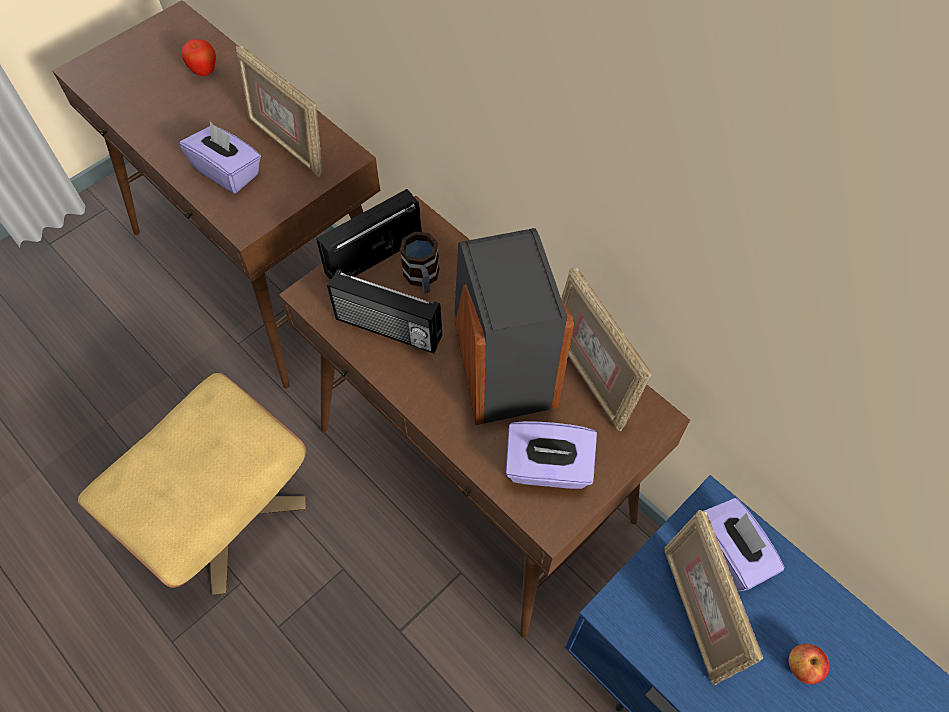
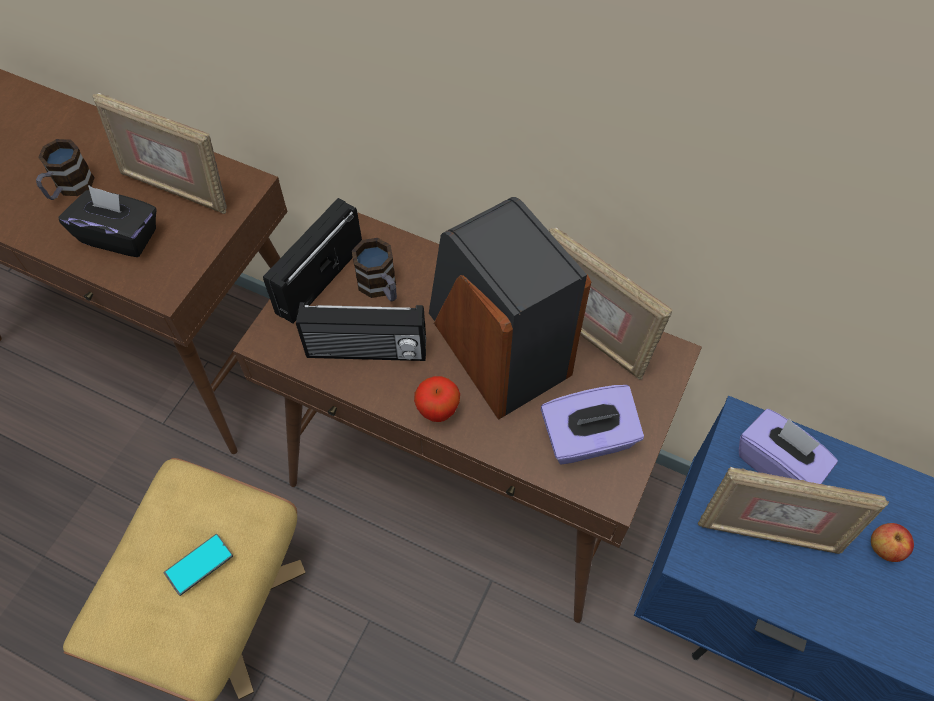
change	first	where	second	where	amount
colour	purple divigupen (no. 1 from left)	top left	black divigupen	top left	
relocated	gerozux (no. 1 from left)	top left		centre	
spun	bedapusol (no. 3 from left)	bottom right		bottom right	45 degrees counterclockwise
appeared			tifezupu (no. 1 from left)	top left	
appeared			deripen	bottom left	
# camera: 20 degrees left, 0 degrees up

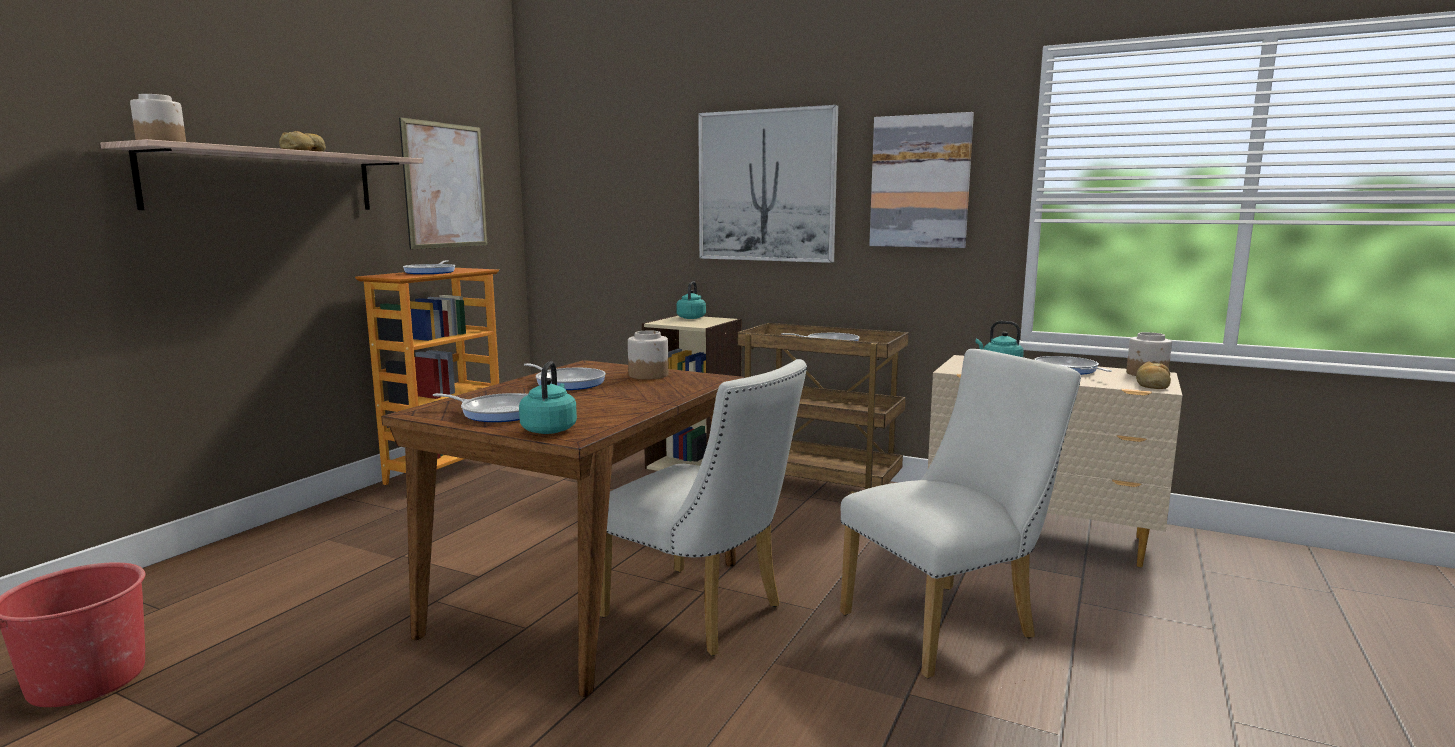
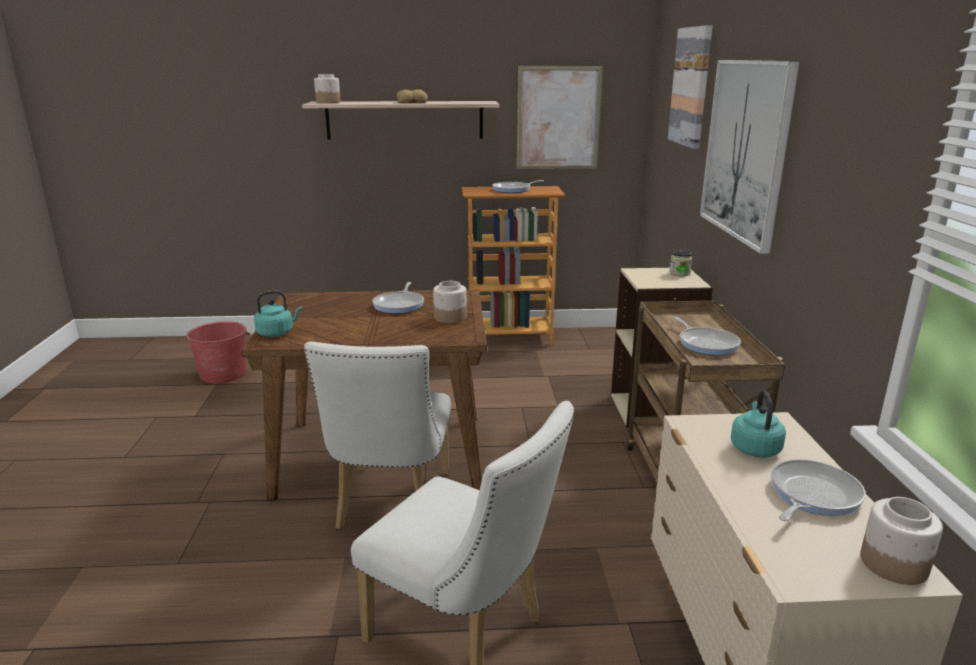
change	first	where	second	where	amount
missing	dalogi (no. 2 from left)	middle left			
exchanged	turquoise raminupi (no. 2 from left)	centre	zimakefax (no. 3 from left)	middle right	
relocated	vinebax (no. 3 from left in the first image)	top centre	vinebax (no. 2 from left)	top right	
missing	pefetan (no. 2 from left)	middle right			
# camera: 60 degrees right, 10 degrees up

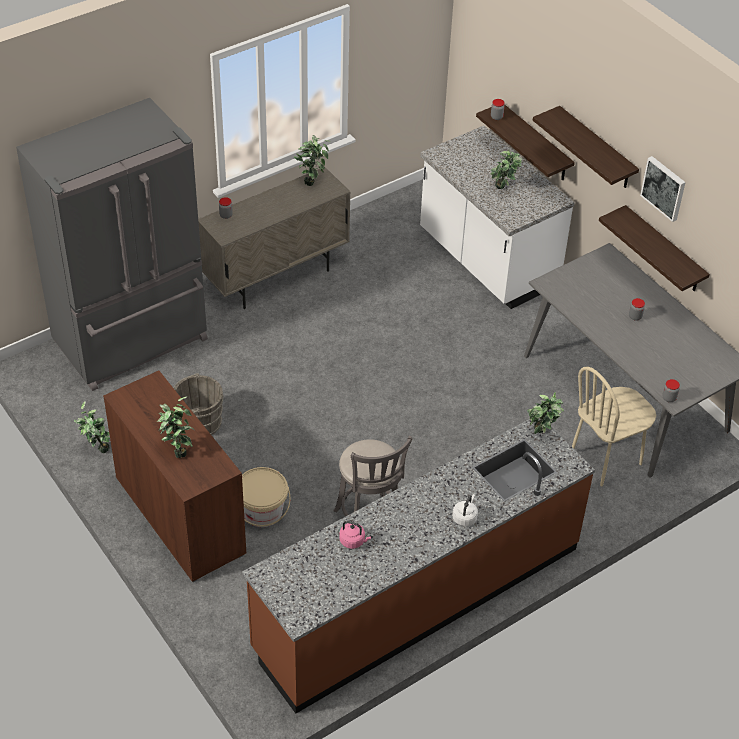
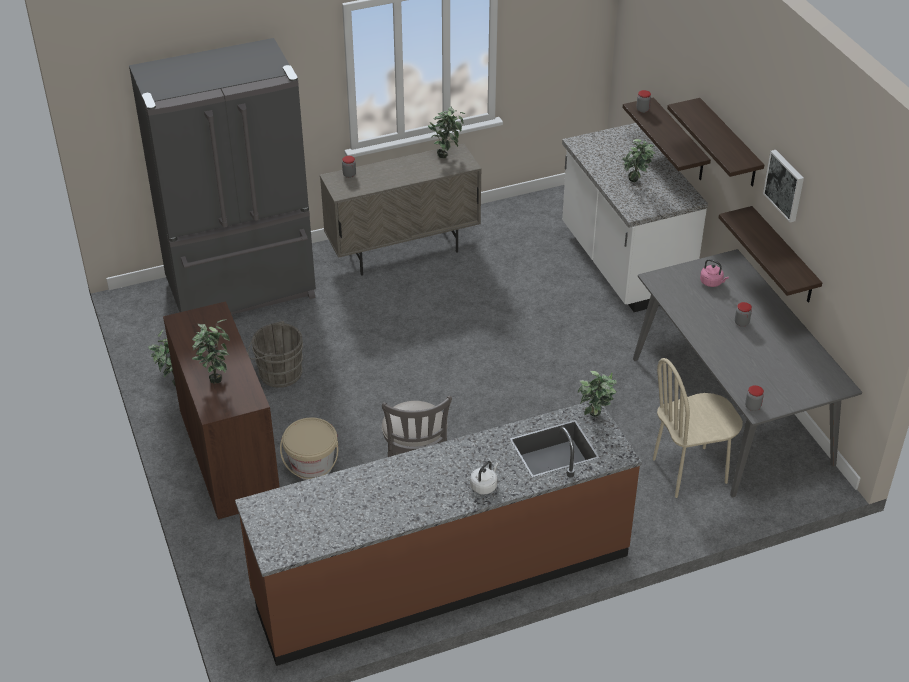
change	first	where	second	where	amount
relocated	pink raminupi	bottom centre		middle right	
# camera: 15 degrees right, 5 degrees down

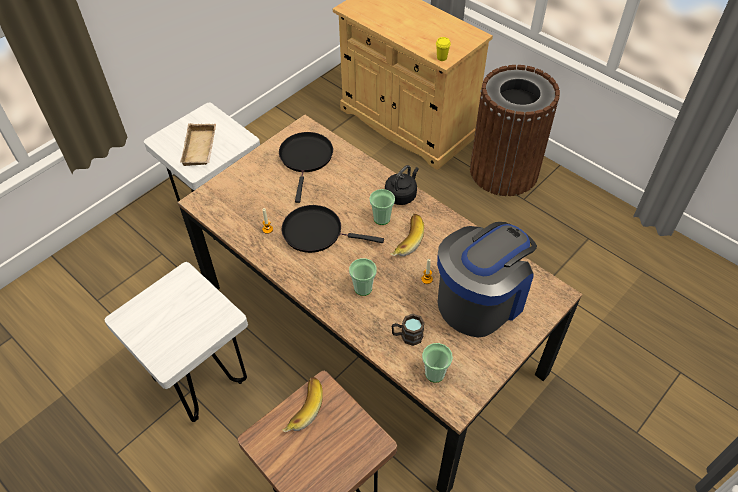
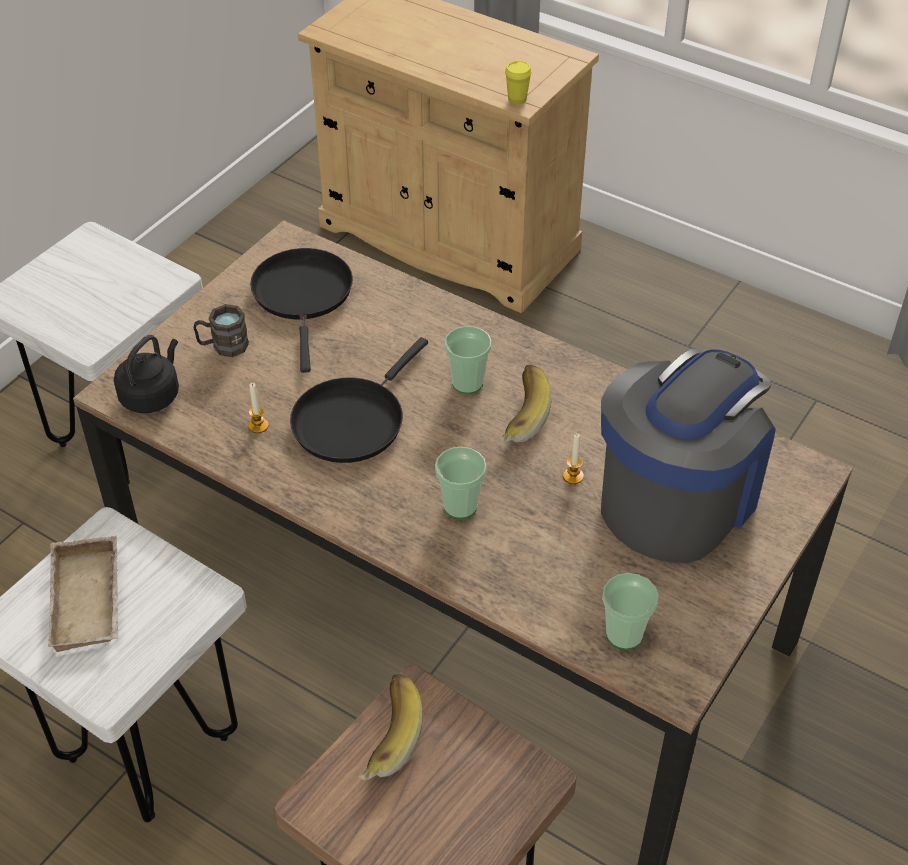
change	first	where	second	where	amount
relocated	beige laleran	top left		bottom left	
spun	black dalogi (no. 2 from left)	centre		centre	60 degrees counterclockwise
relocated	black raminupi	centre		middle left	
relocated	brown tifezupu	bottom centre		middle left	
missing	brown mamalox	top right			
# camera: 10 degrees left, 5 degrees down

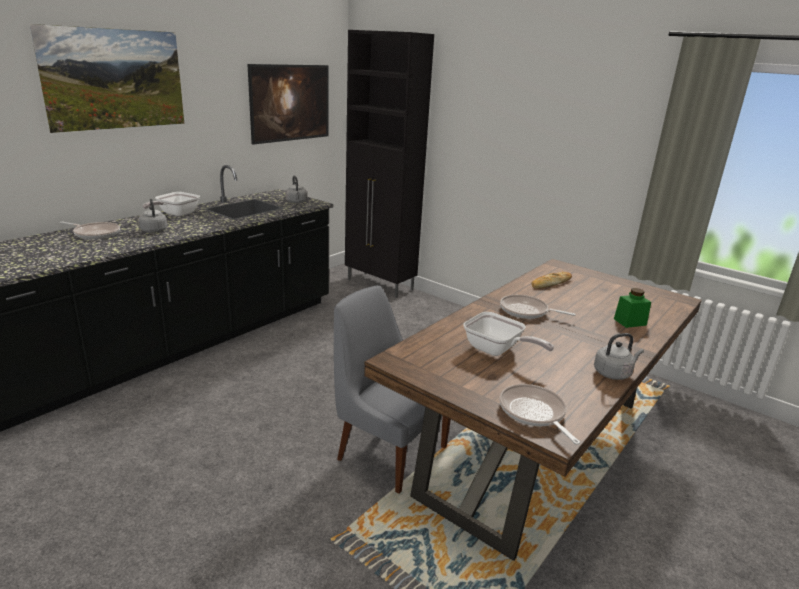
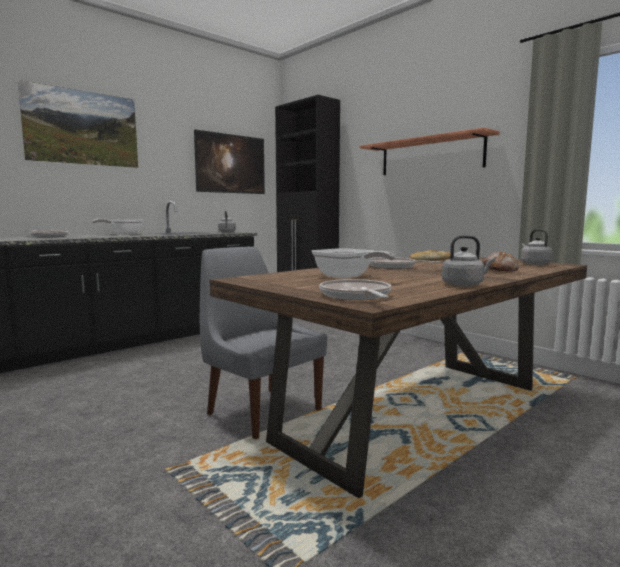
change	first	where	second	where	amount
relocated	grey raminupi (no. 1 from left in the first image)	middle left	grey raminupi (no. 3 from left)	middle right	
exchanged	green zimakefax	middle right	pefetan (no. 2 from left)	middle right	
appeared			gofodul	top right	
# camera: 10 degrees right, 15 degrees down

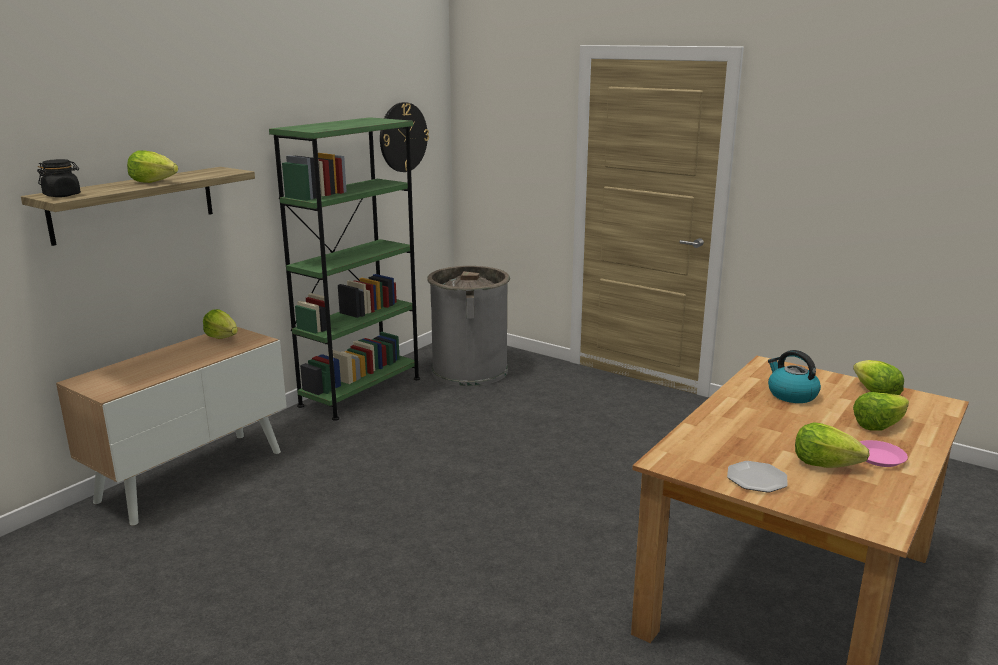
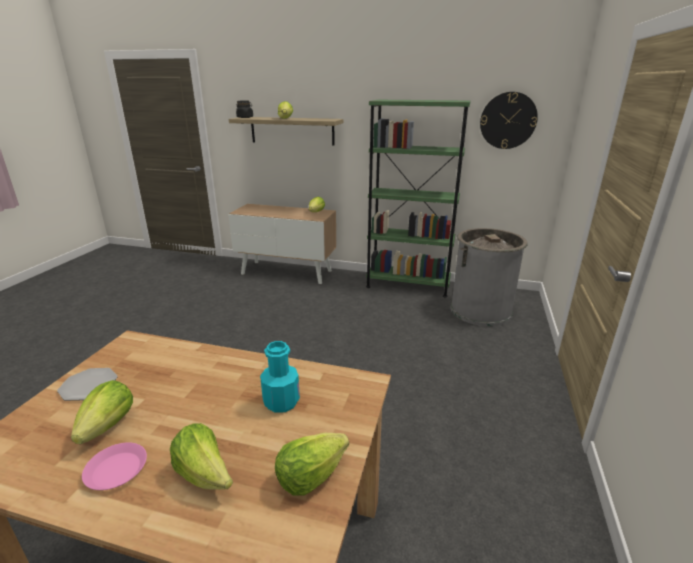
change	first	where	second	where	amount
exchanged	raminupi	middle right	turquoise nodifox	bottom centre	
# camera: 70 degrees right, 5 degrees up

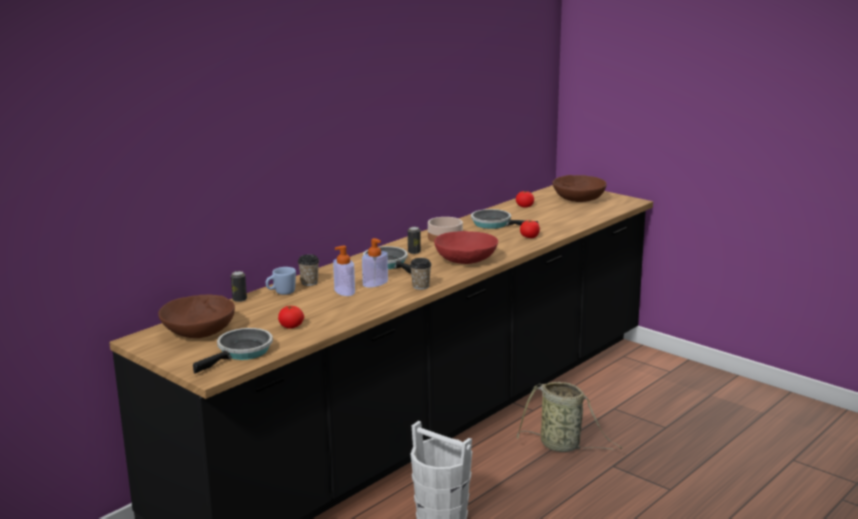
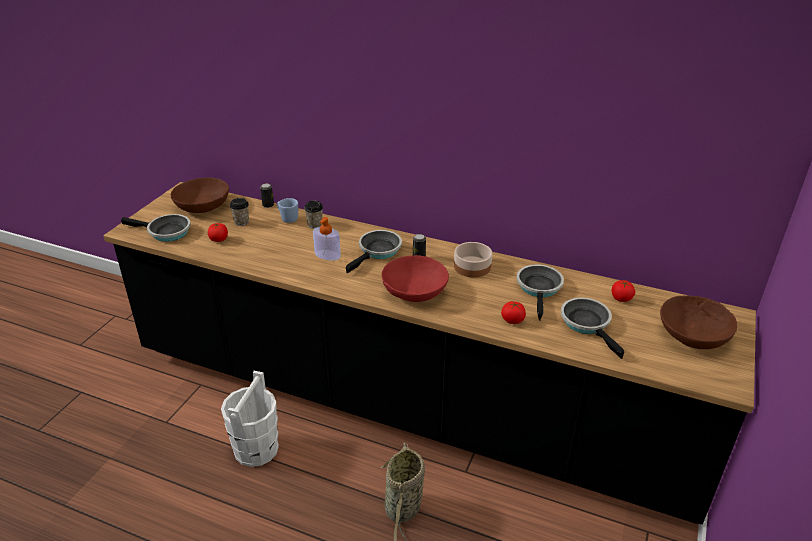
change	first	where	second	where	amount
missing	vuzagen (no. 1 from left)	centre			
relocated	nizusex (no. 2 from left in the first image)	centre	nizusex (no. 1 from left)	middle left	
appeared			dalogi (no. 4 from left)	middle right	
# camera: 70 degrees right, 15 degrees up

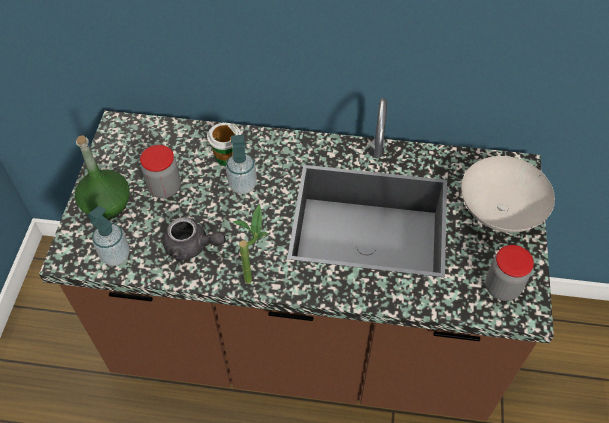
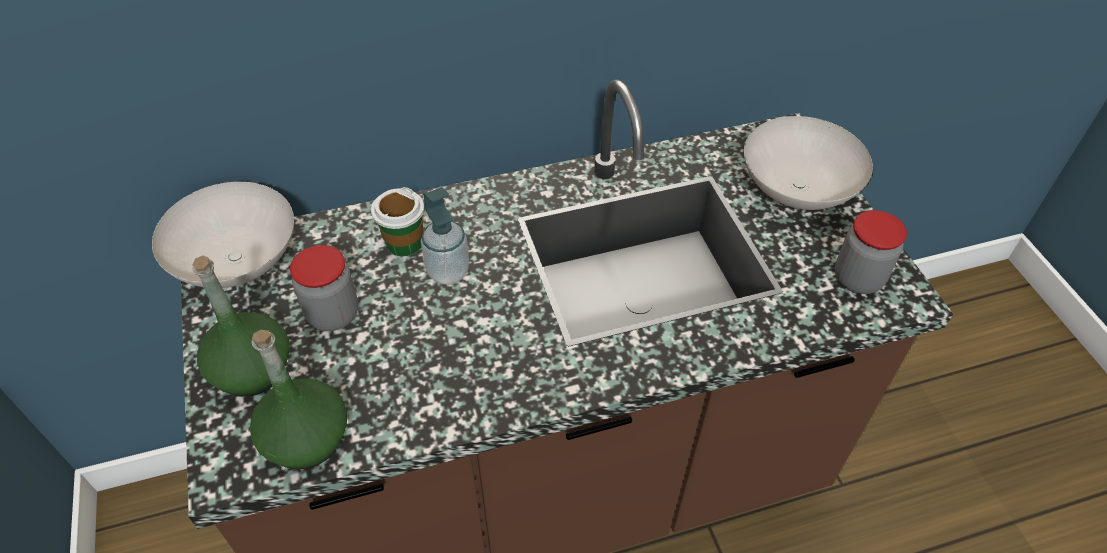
change	first	where	second	where	amount
exchanged	vuzagen (no. 1 from left)	middle left	green nodifox (no. 2 from left)	bottom left	
missing	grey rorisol	middle left			
missing	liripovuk	centre			
appeared			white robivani (no. 1 from left)	middle left	
# camera: 25 degrees left, 5 degrees down

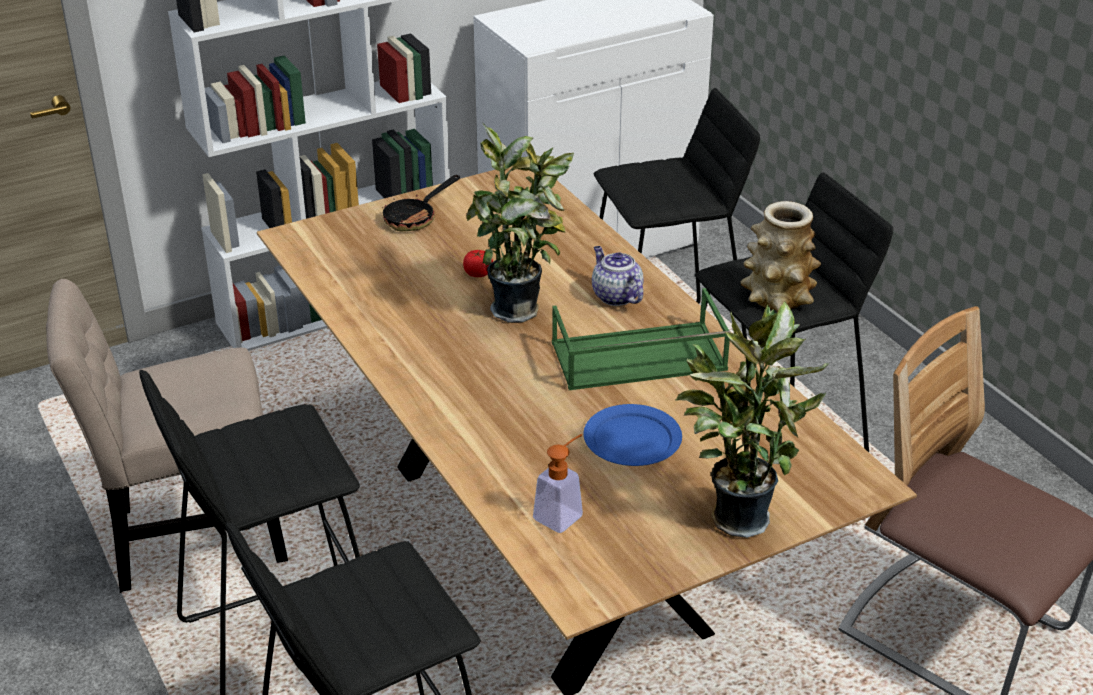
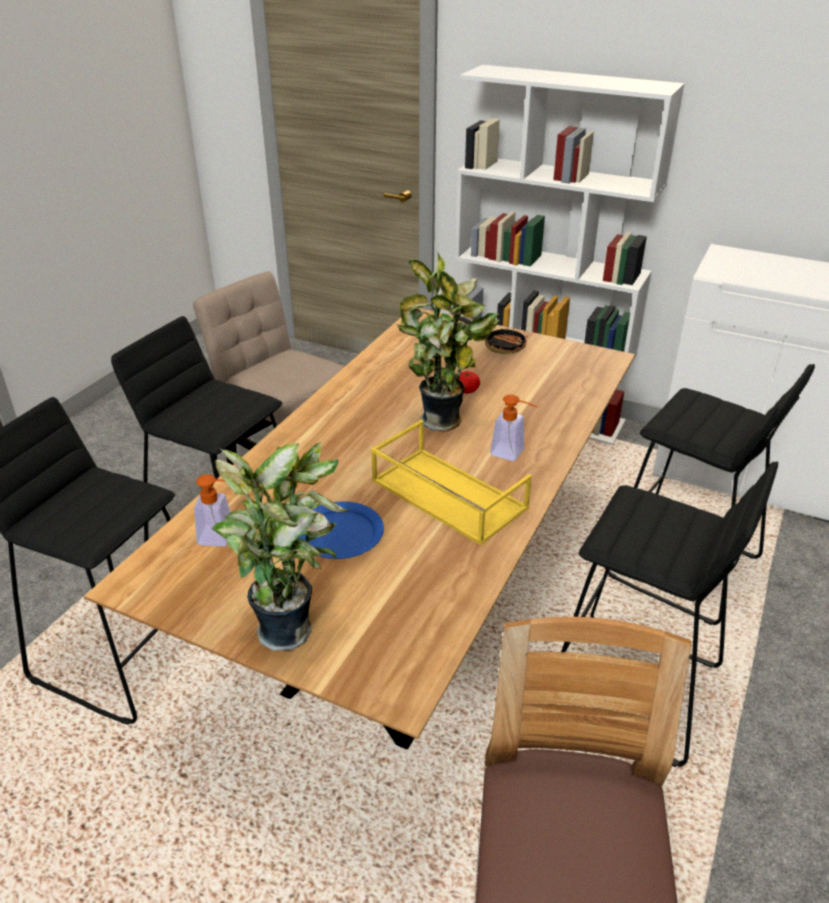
change	first	where	second	where	amount
spun	dalogi	top centre		centre	150 degrees counterclockwise
colour	green laleran	centre	yellow laleran	centre	
exchanged	rorisol	centre	vuzagen (no. 2 from left)	centre	
missing	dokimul	middle right			
# camera: 55 degrees right, 0 degrees up

